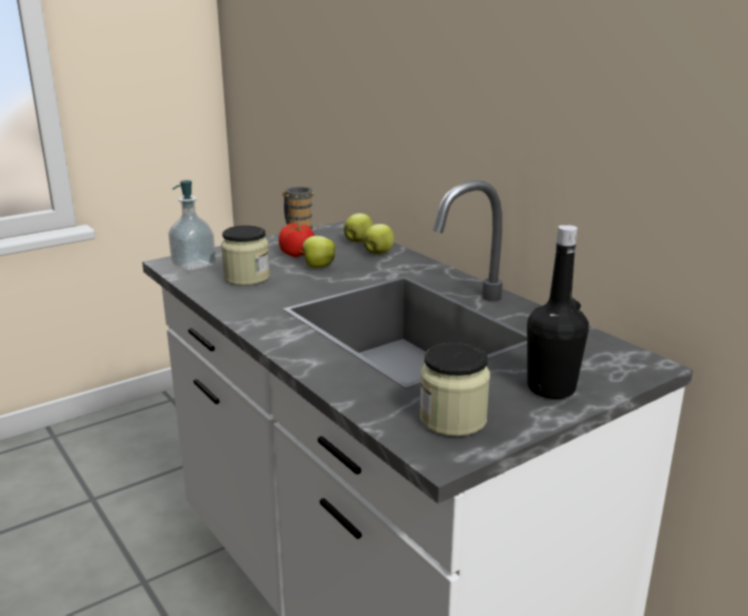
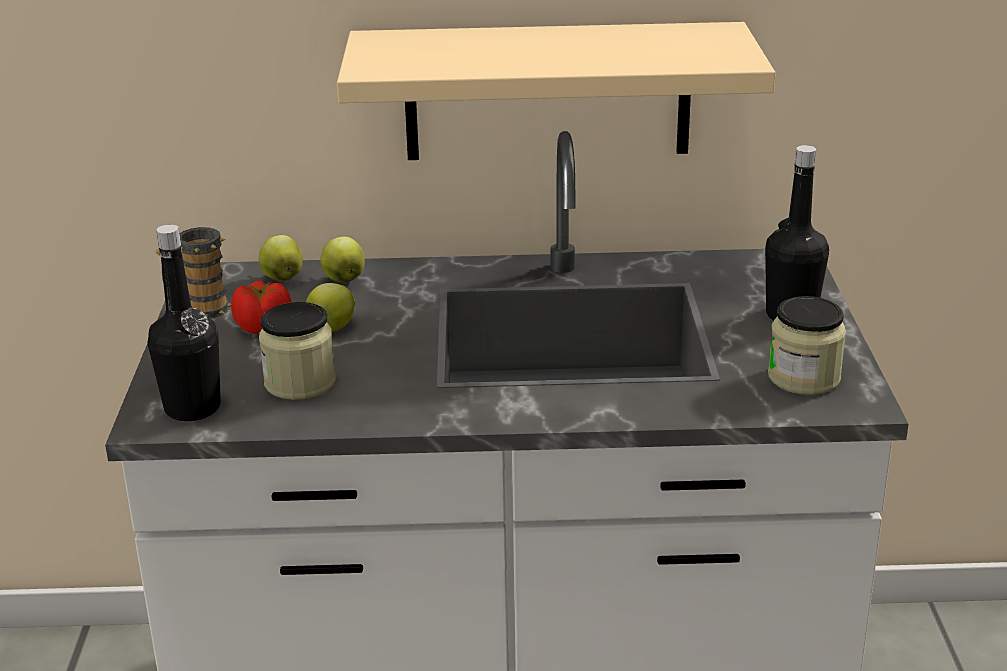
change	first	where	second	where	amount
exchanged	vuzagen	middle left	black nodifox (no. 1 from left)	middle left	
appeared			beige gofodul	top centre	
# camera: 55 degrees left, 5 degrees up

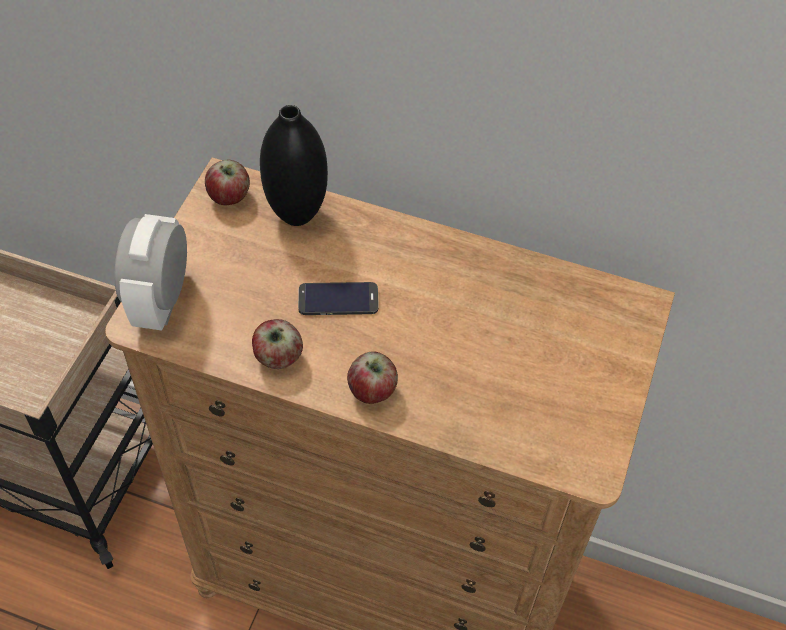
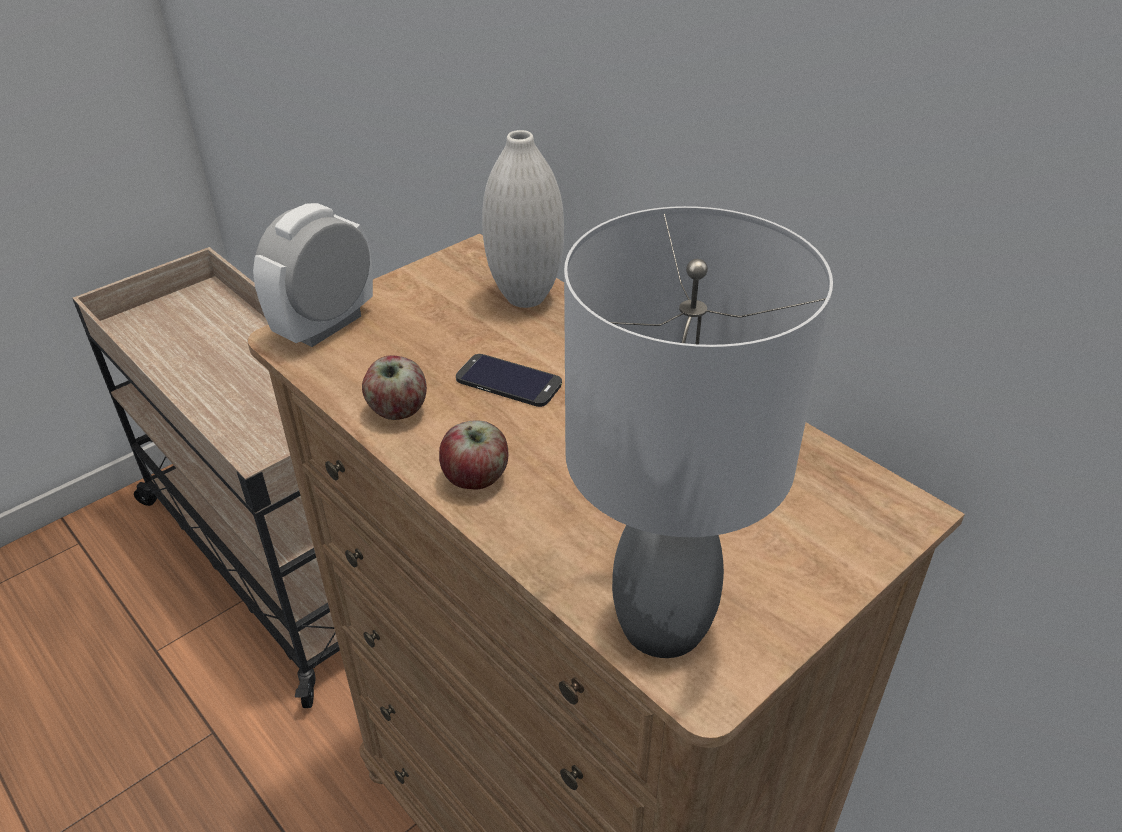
change	first	where	second	where	amount
missing	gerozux (no. 1 from left)	top left			
colour	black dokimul	top centre	white dokimul	top centre	
appeared			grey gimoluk	centre	
# camera: 30 degrees right, 15 degrees down

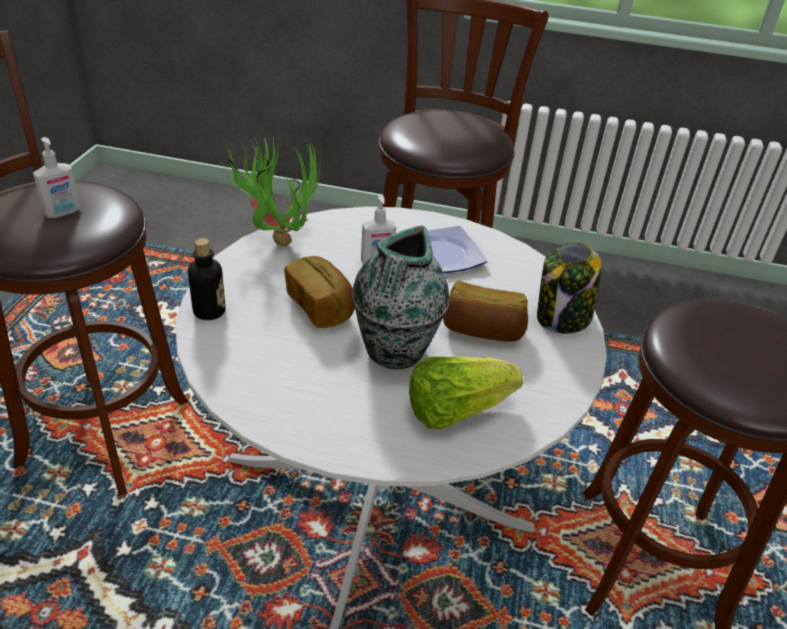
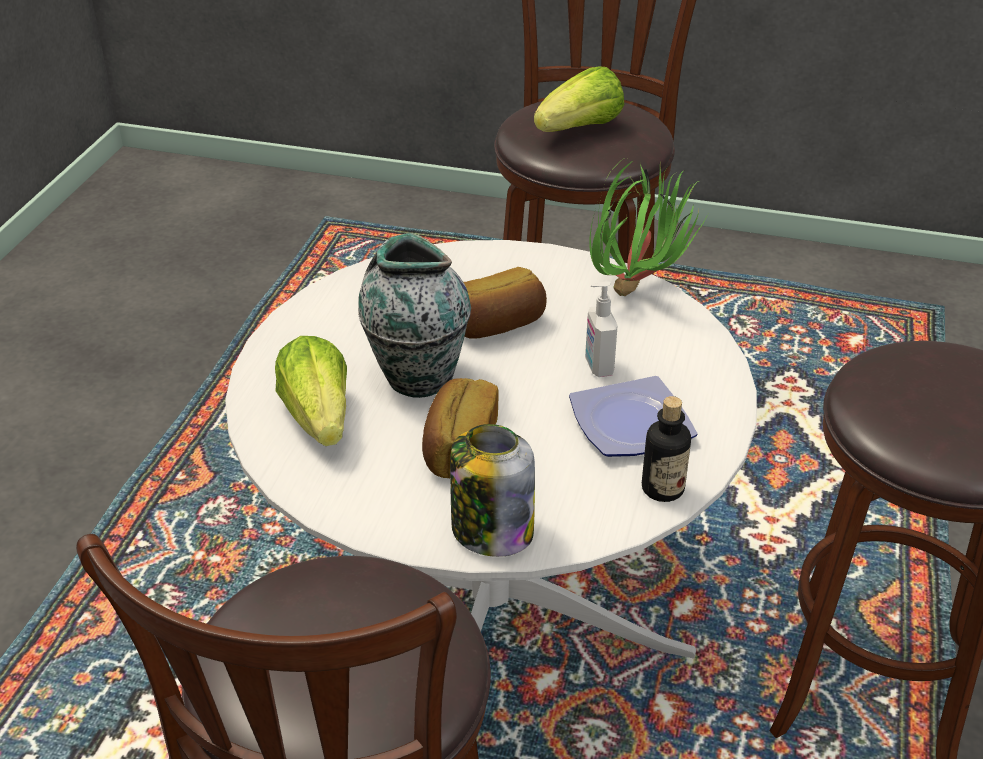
change	first	where	second	where	amount
exchanged	vuzagen (no. 1 from left)	top left	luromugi (no. 2 from left)	top centre	
relocated	nodifox	middle left		middle right	
# camera: 95 degrees right, 0 degrees up

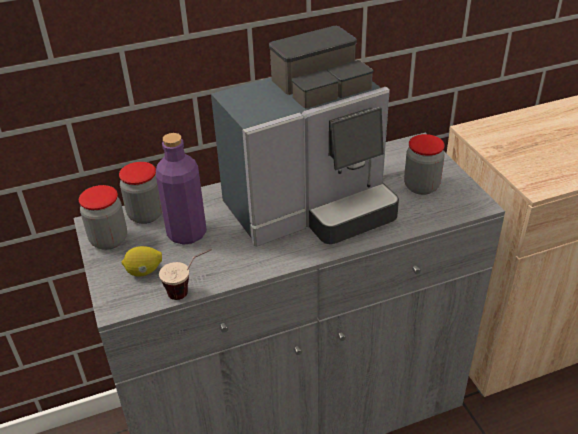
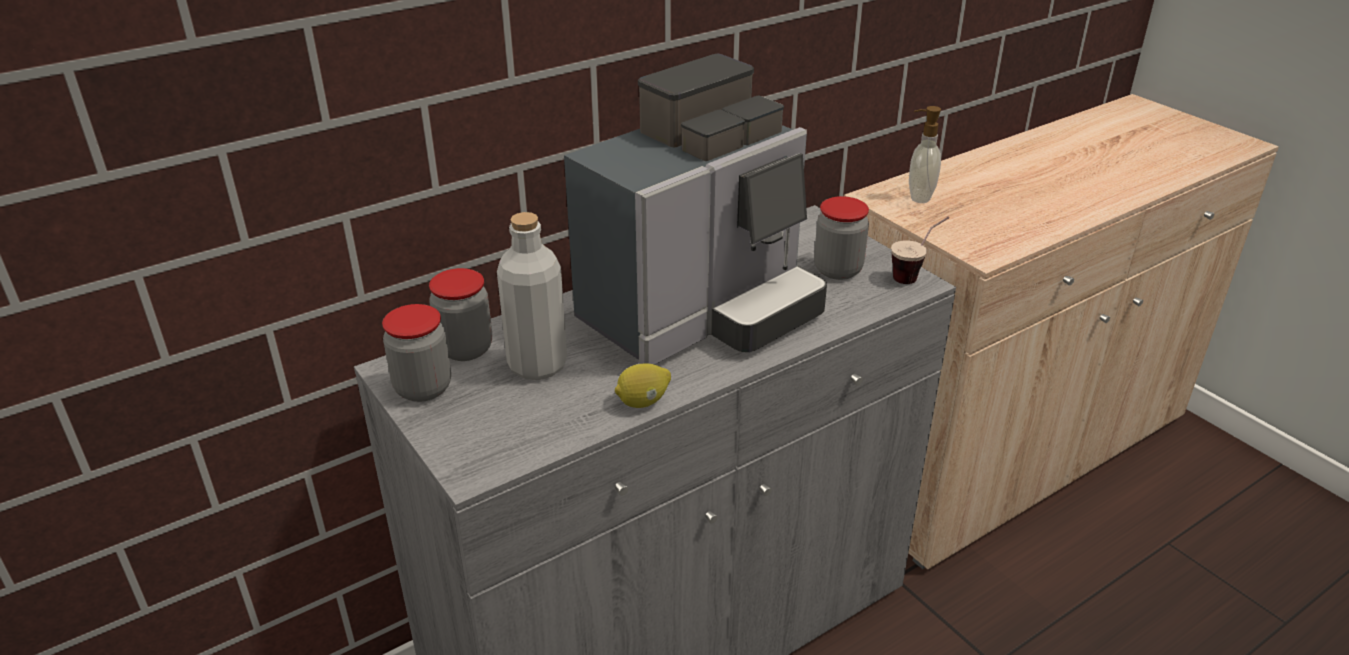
change	first	where	second	where	amount
relocated	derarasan	middle left		centre	
colour	purple nodifox	middle left	grey nodifox	centre	
relocated	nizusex	middle left		middle right	
appeared			vuzagen	top right	
# camera: 15 degrees left, 5 degrees down

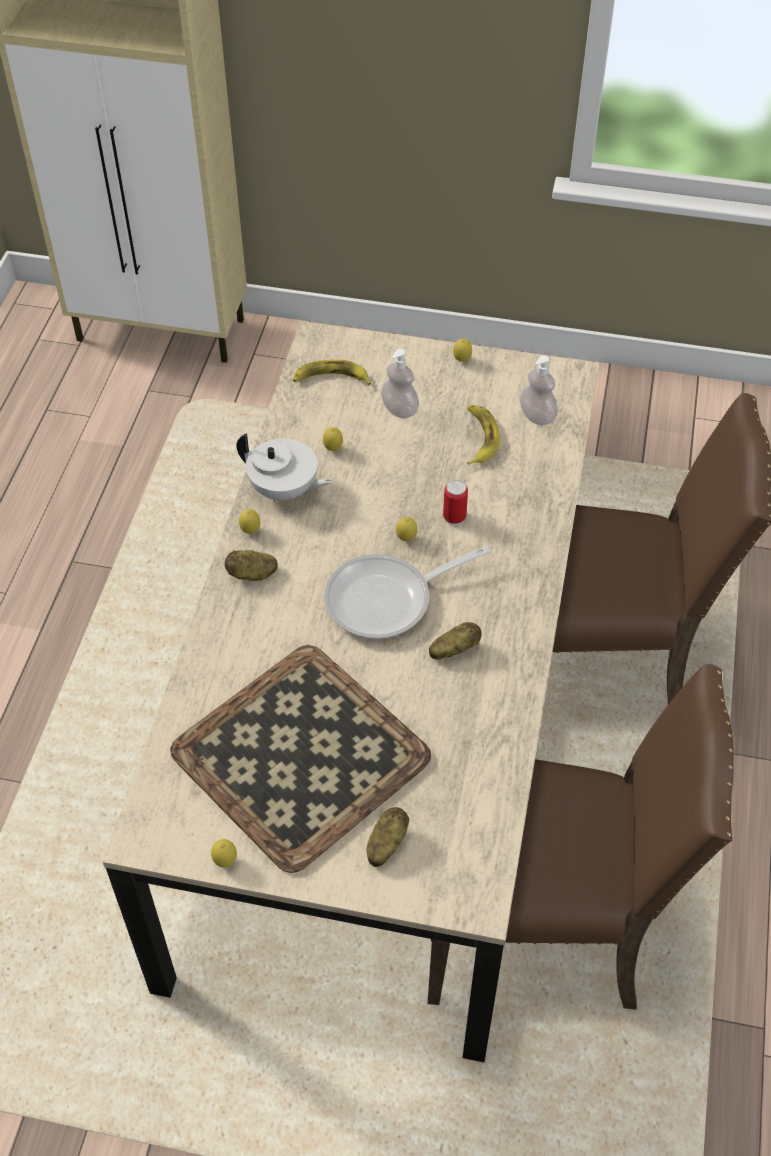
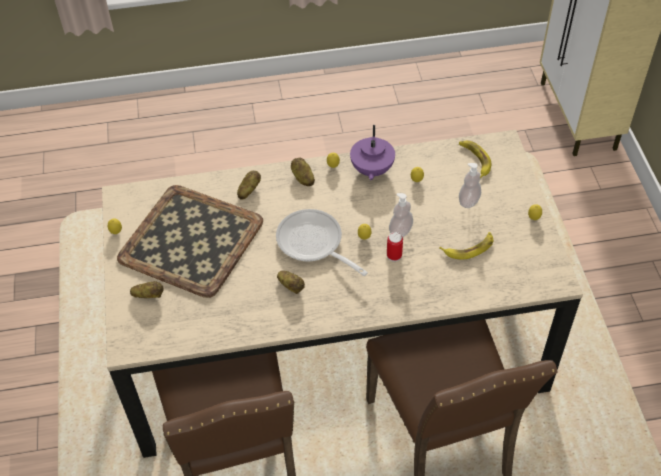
change	first	where	second	where	amount
colour	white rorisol	centre	purple rorisol	top centre	
relocated	vuzagen (no. 2 from left in the first image)	middle right	vuzagen (no. 1 from left)	centre	
appeared			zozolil (no. 2 from left)	centre	
# camera: 70 degrees right, 0 degrees up

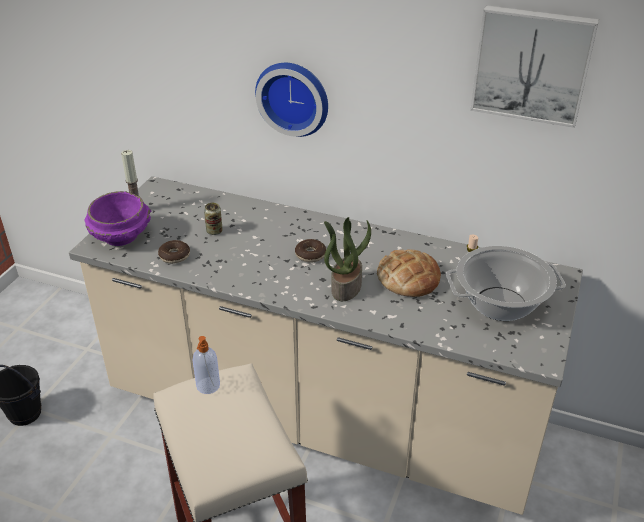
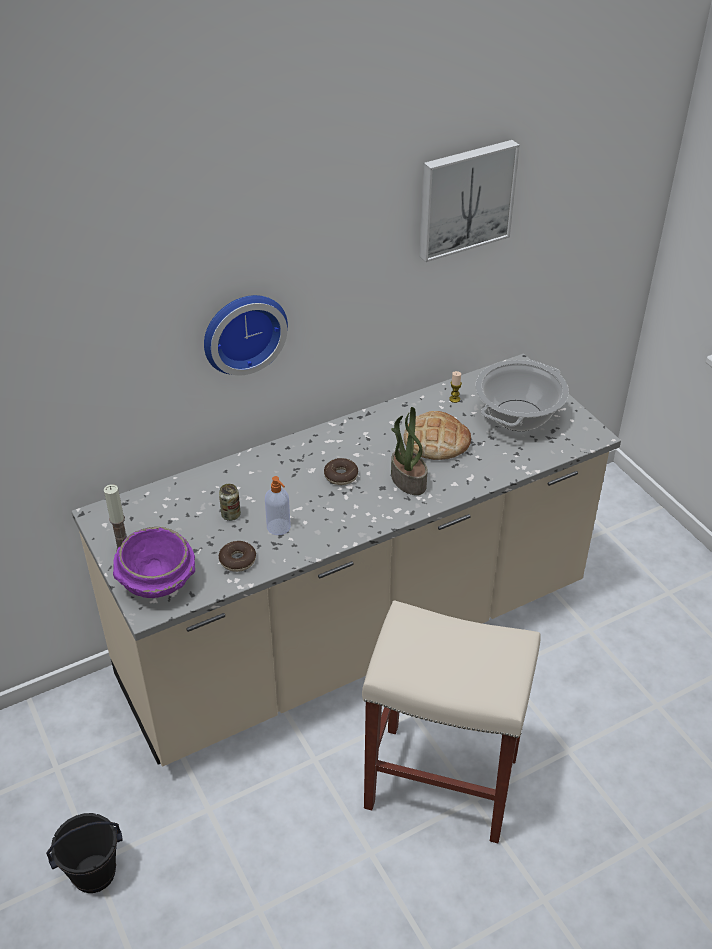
change	first	where	second	where	amount
relocated	vuzagen	bottom left		centre	
# camera: 50 degrees left, 5 degrees up

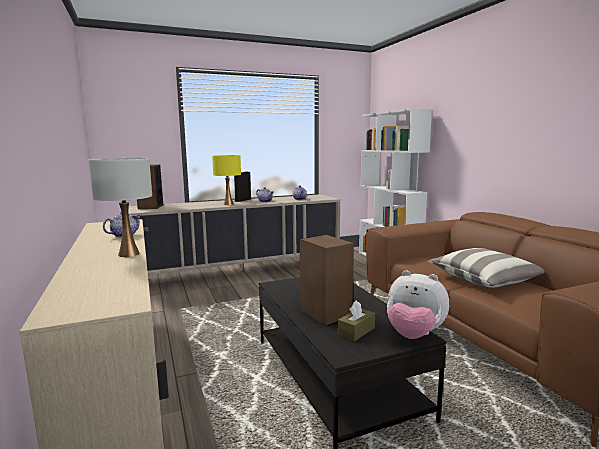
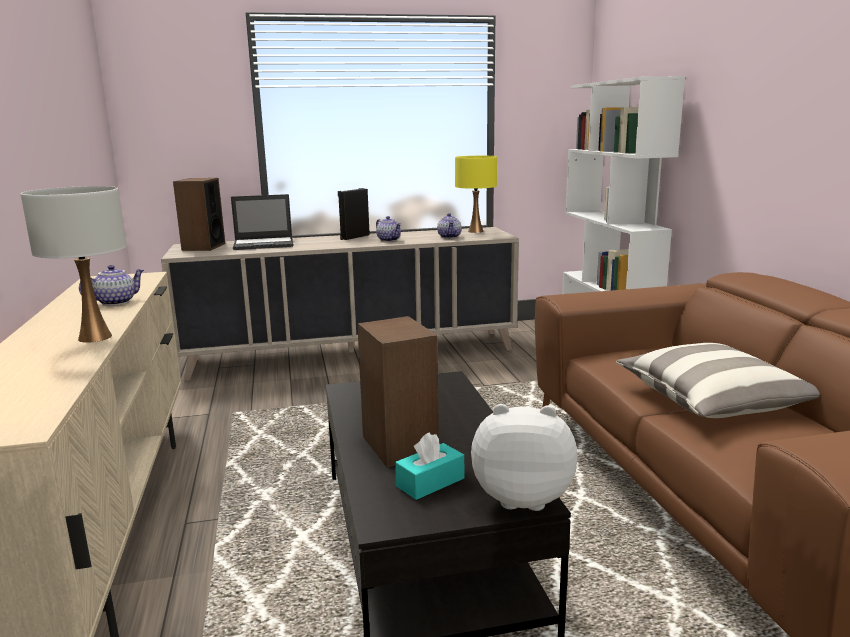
change	first	where	second	where	amount
relocated	yellow gimoluk	centre		top centre	
colour	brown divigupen	bottom centre	turquoise divigupen	bottom centre	
spun	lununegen	bottom right		bottom centre	150 degrees clockwise
appeared			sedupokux	middle left	
# camera: 10 degrees right, 5 degrees up

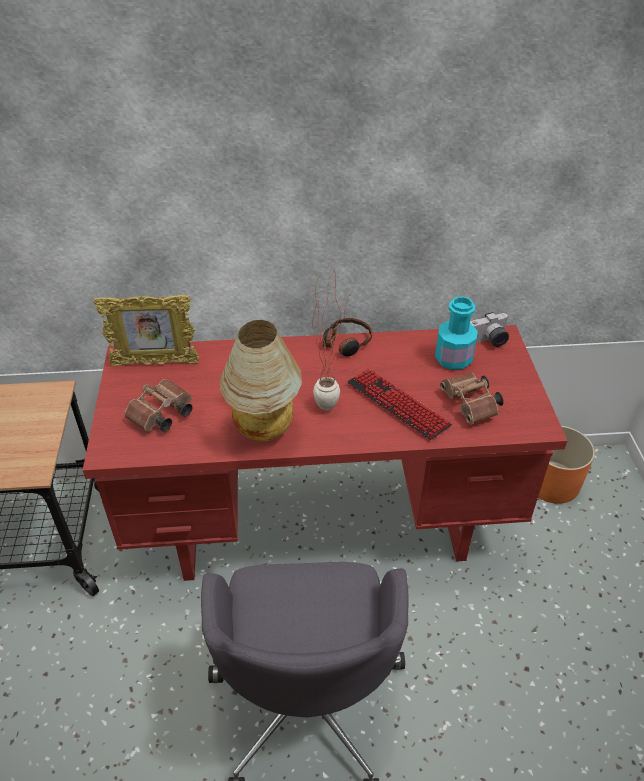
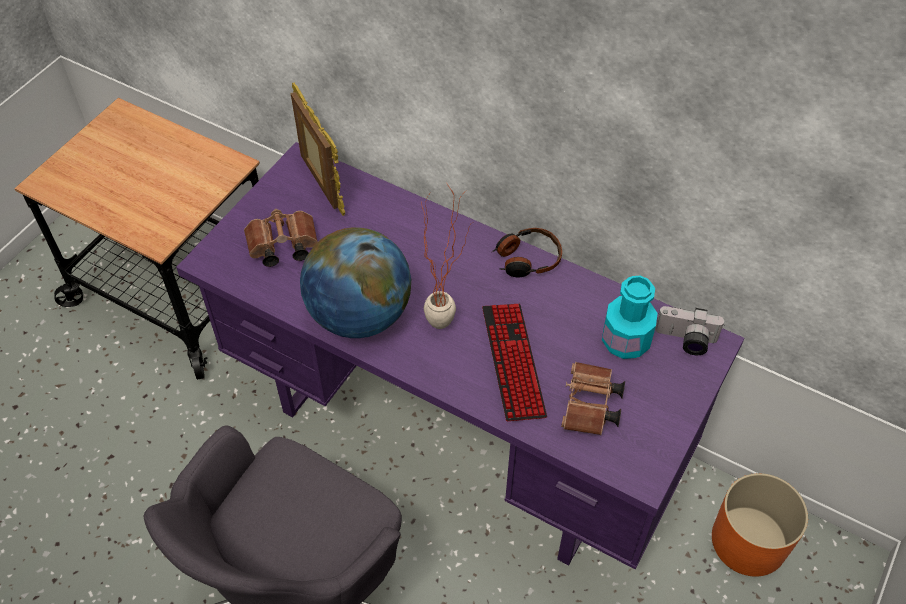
change	first	where	second	where	amount
colour	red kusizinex	centre	purple kusizinex	centre	
spun	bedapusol	middle left		top centre	150 degrees counterclockwise
exchanged	gimoluk	centre	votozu	centre	
# camera: 35 degrees right, 10 degrees up

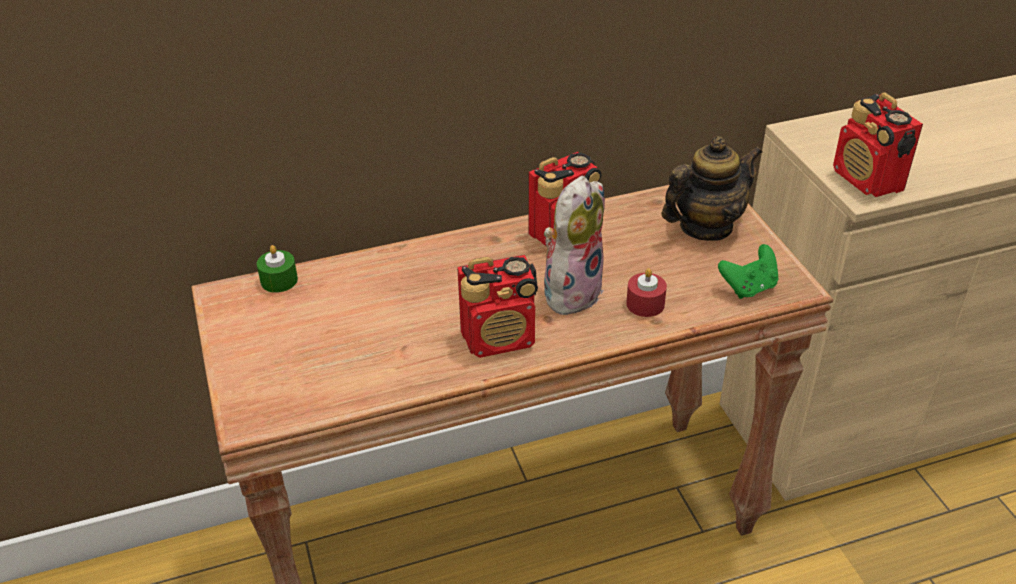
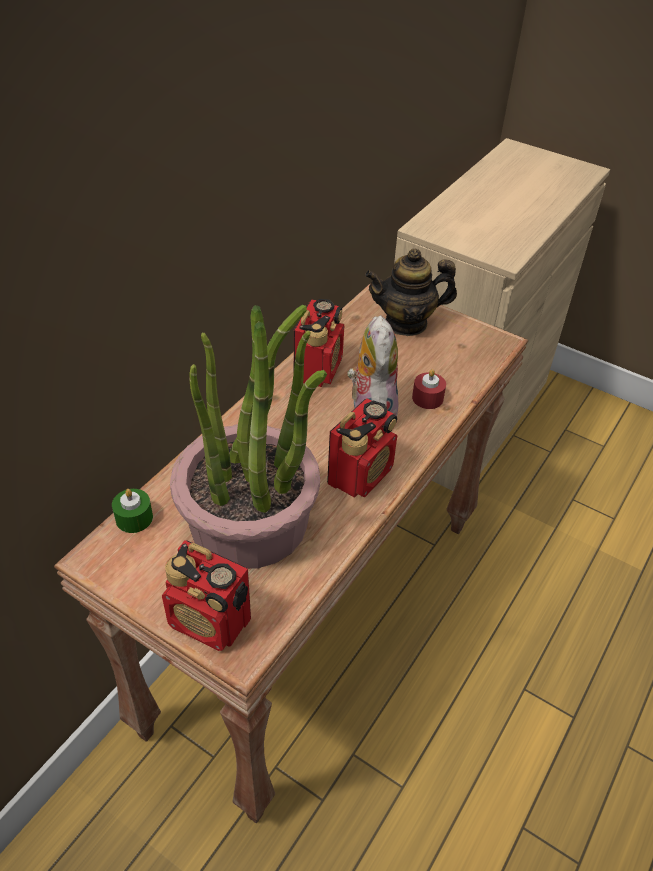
change	first	where	second	where	amount
spun	rorisol	top right		centre	120 degrees counterclockwise
missing	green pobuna	middle right			
relocated	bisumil (no. 3 from left in the first image)	top right	bisumil (no. 1 from left)	bottom left	
appeared			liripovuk	centre	
# camera: 40 degrees left, 5 degrees up

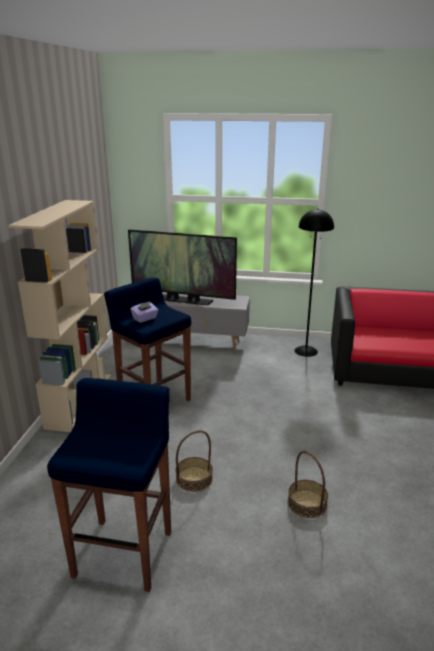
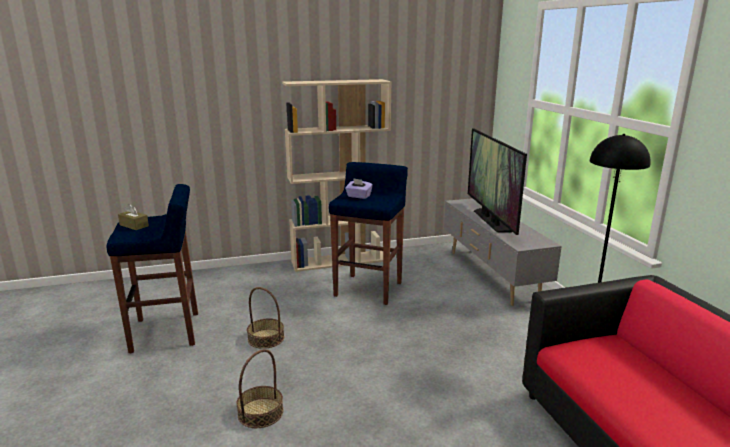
change	first	where	second	where	amount
appeared			brown divigupen	middle left	
# camera: 65 degrees right, 5 degrees down

